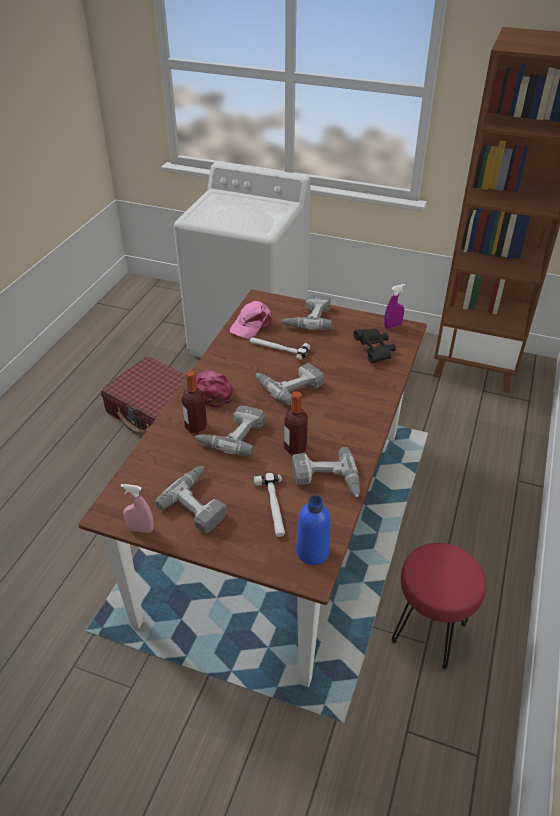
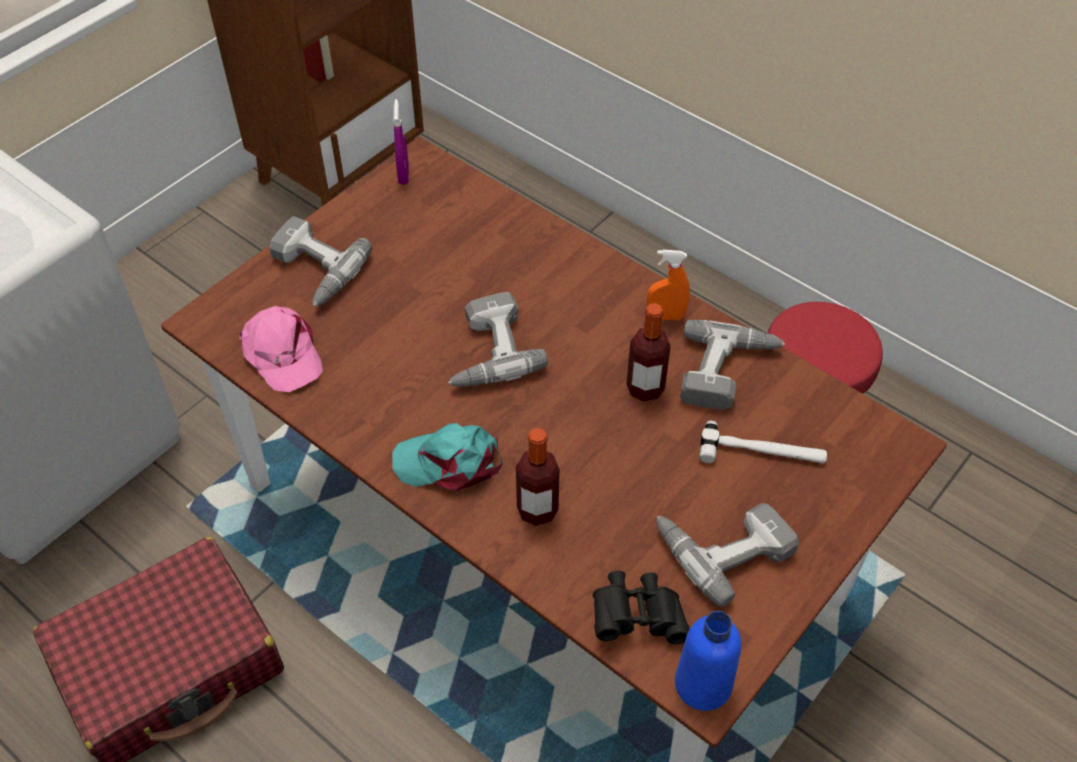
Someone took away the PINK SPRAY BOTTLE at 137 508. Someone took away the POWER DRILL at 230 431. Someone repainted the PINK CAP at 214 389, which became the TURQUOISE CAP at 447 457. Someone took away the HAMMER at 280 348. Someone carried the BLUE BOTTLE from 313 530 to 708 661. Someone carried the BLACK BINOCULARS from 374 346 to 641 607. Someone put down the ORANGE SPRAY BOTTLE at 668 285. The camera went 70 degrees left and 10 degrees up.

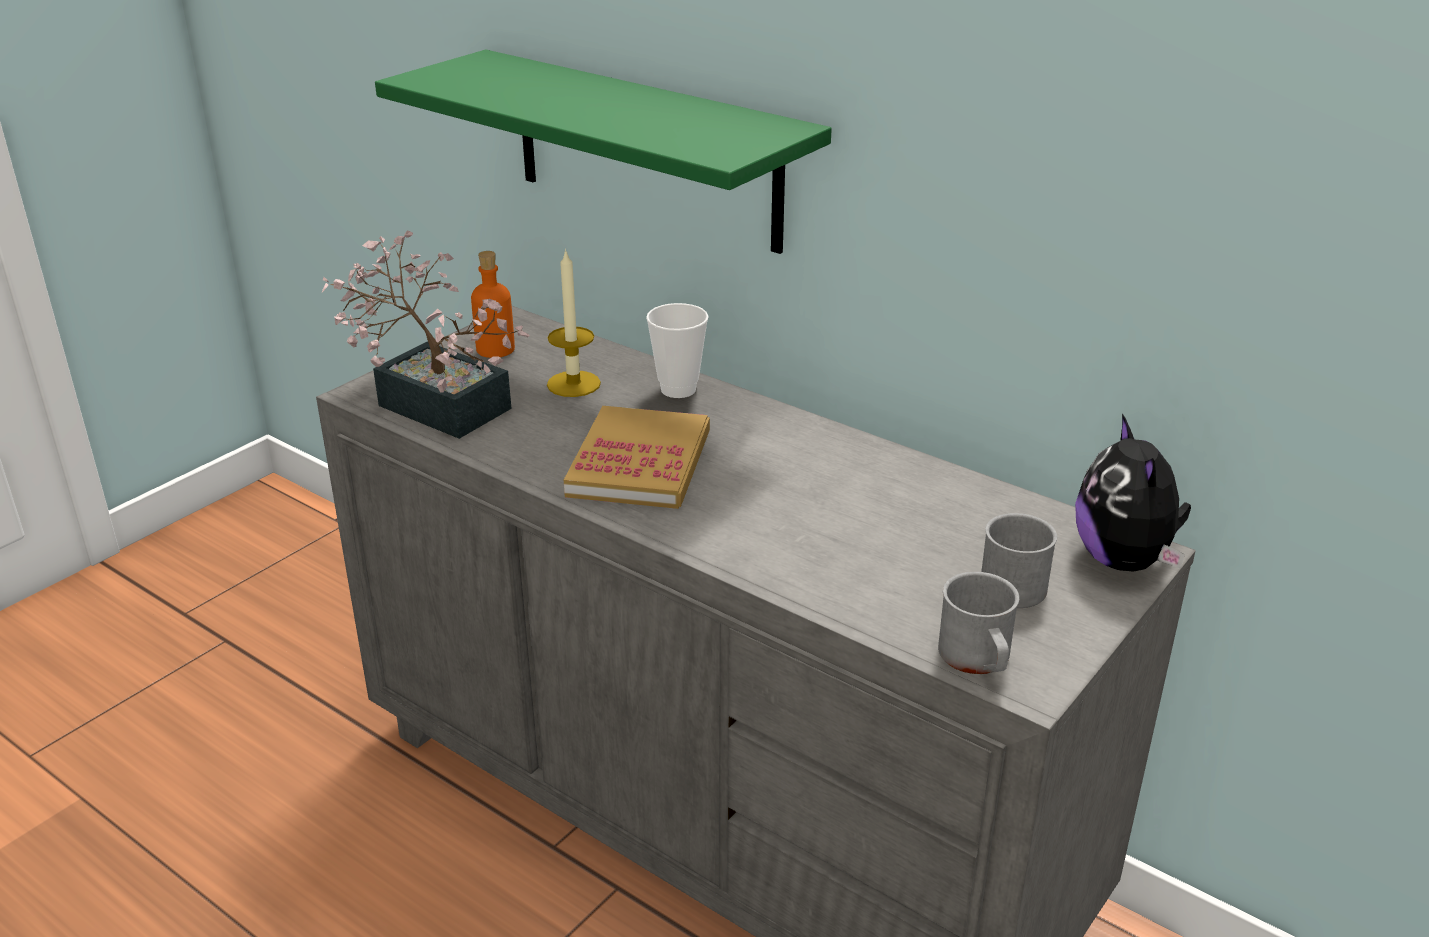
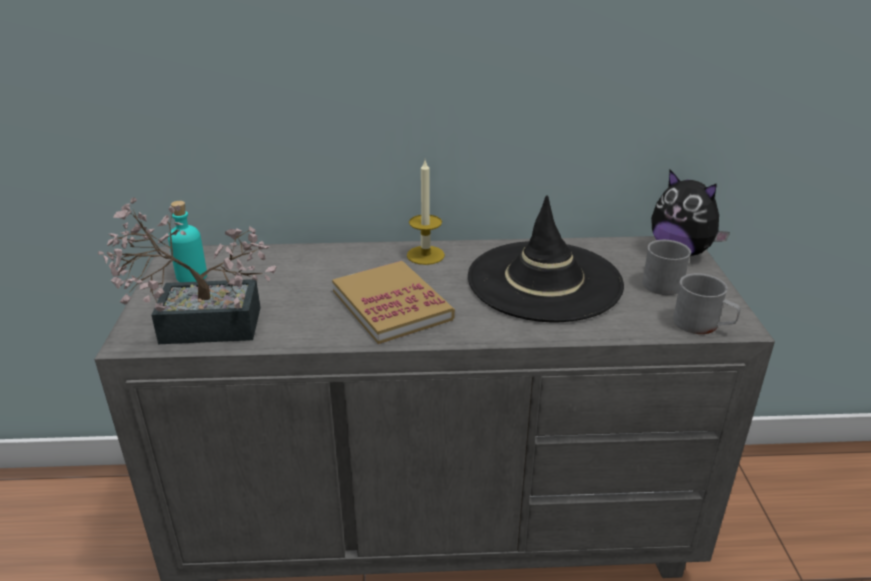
Someone took away the GREEN SHELF at 603 152. Someone repainted the ORANGE BOTTLE at 493 304, which became the TURQUOISE BOTTLE at 187 241. Someone carried the CANDLE from 574 322 to 426 212. Someone took away the CUP at 677 350. Someone put down the BLACK HAT at 546 258. The camera went 40 degrees left and 0 degrees up.

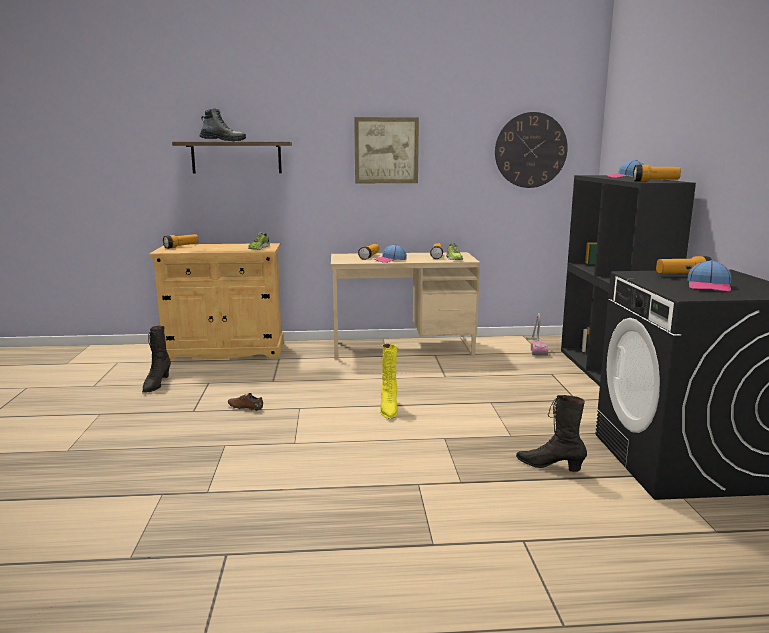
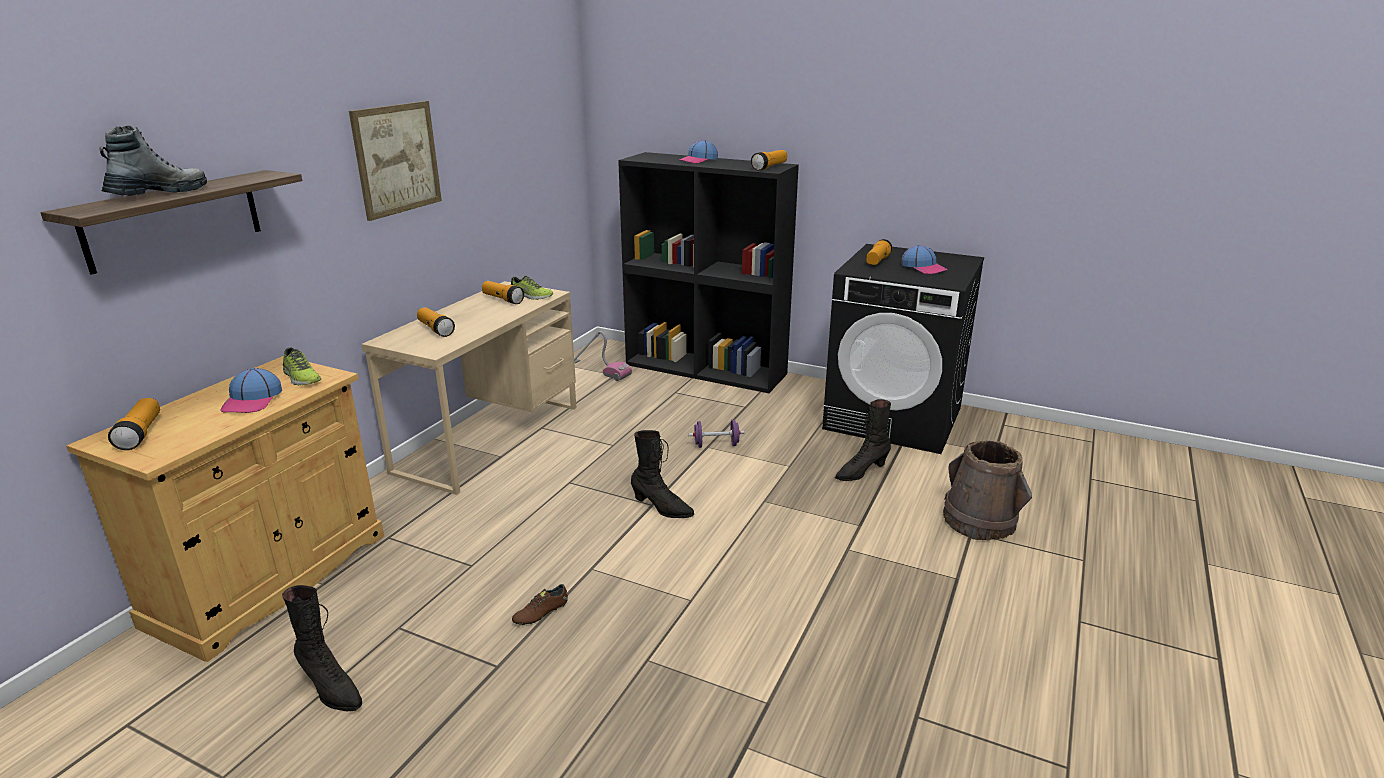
Someone carried the CAP from 390 253 to 251 390. Someone repainted the YELLOW BOOT at 389 381, which became the BLACK BOOT at 662 474. Someone took away the WALL CLOCK at 531 150. Someone put down the PURPLE DUMBBELL at 717 434. Someone put down the BROWN BUCKET at 987 490. The camera went 60 degrees left and 10 degrees up.

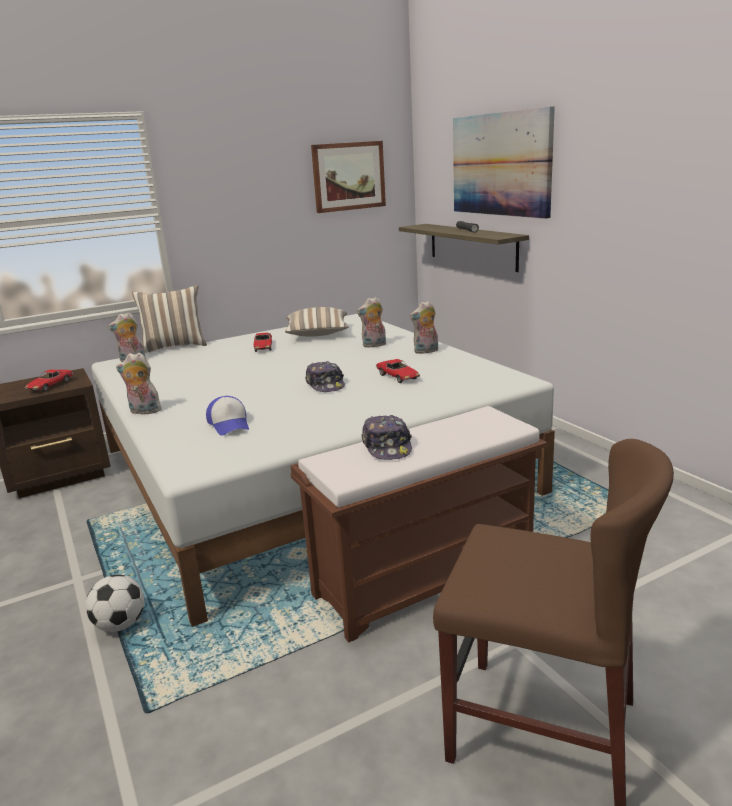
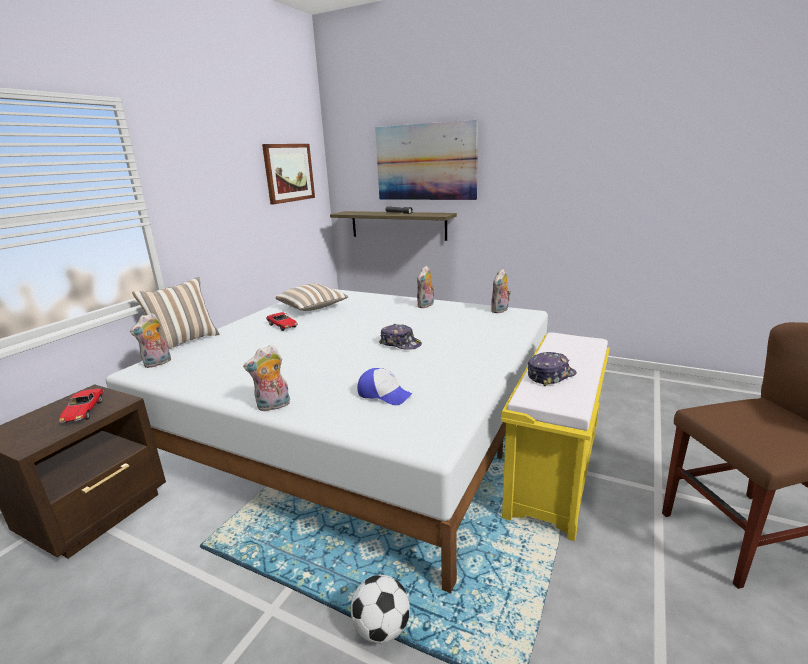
Someone repainted the BROWN BENCH at 418 524, which became the YELLOW BENCH at 555 436. Someone carried the PLUSH TOY from 371 322 to 501 291. Someone rotated the CAP at 386 437 by 75 degrees counterclockwise. Someone took away the TOY CAR at 398 371. The camera went 35 degrees left and 0 degrees up.

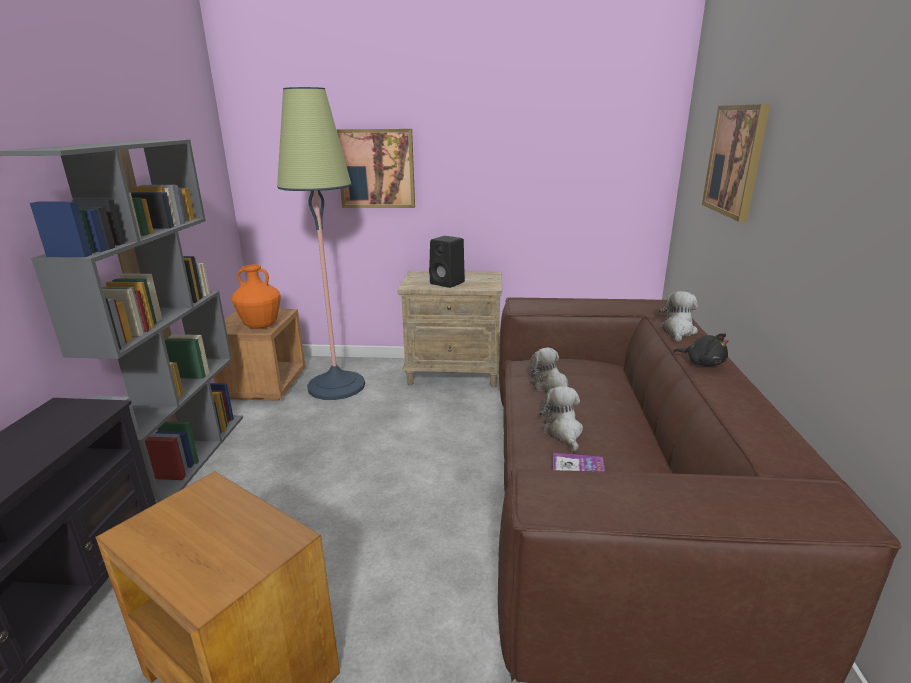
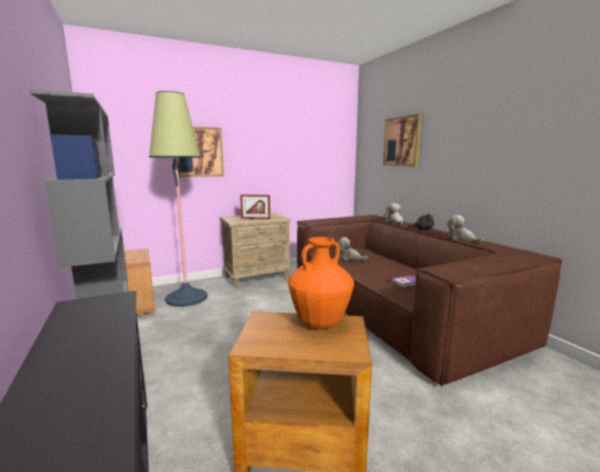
Someone carried the ORANGE VASE from 256 296 to 321 283. Someone swapped the BLACK SPEAKER at 447 262 for the PICTURE FRAME at 255 206. Someone carried the PLUSH TOY from 561 419 to 465 229. The camera went 30 degrees left and 10 degrees down.

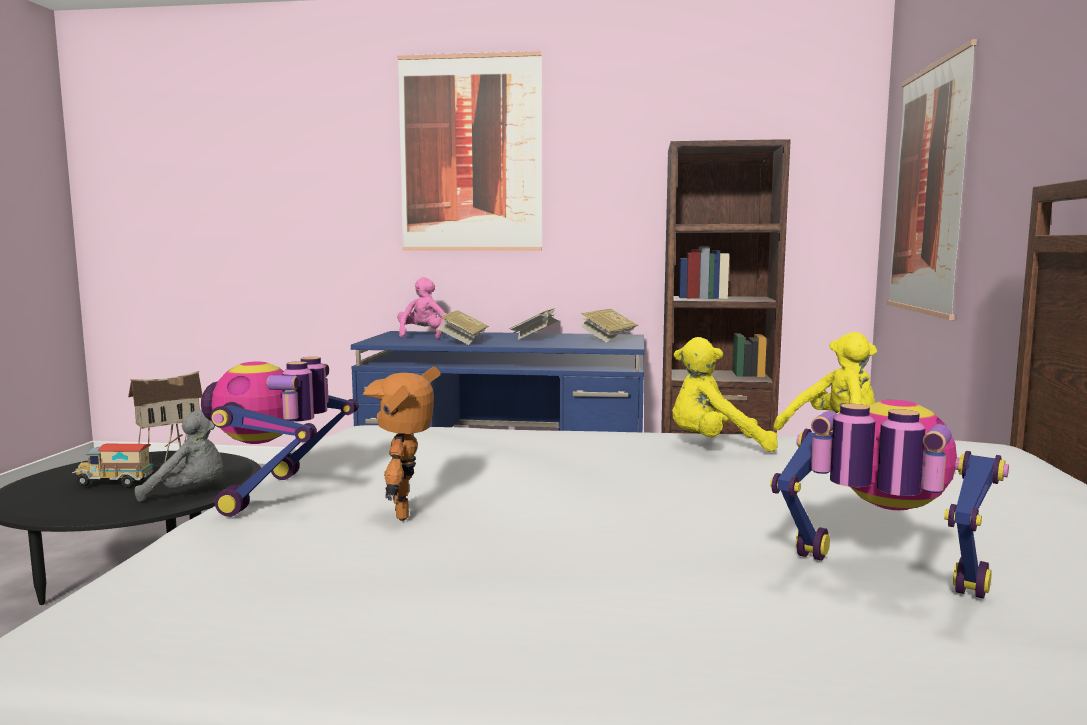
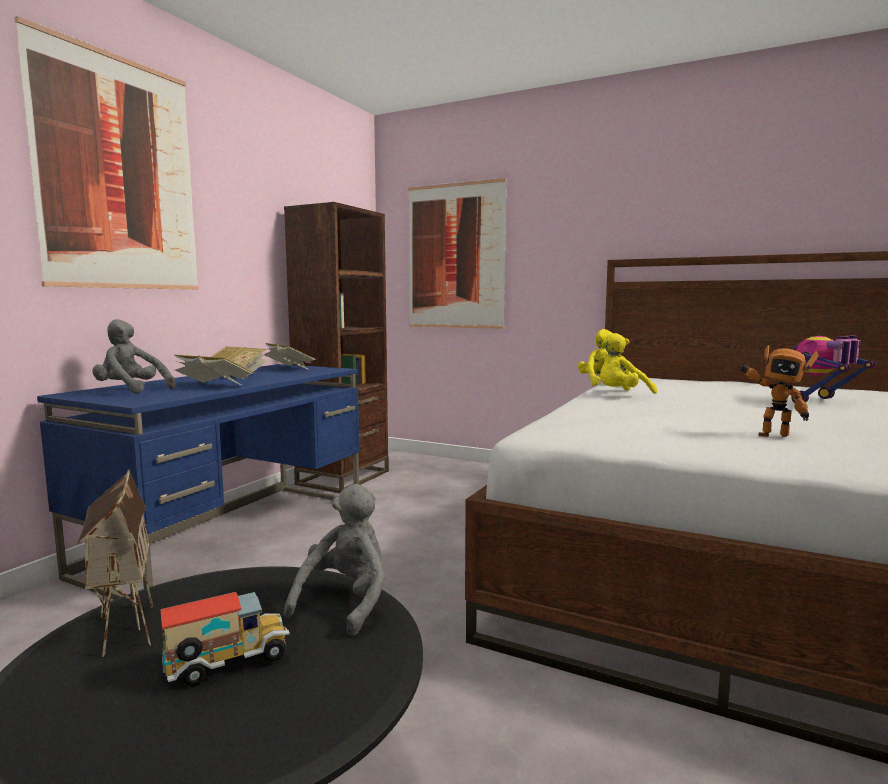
Someone rotated the TOY TRUCK at 113 466 by 135 degrees counterclockwise. Someone took away the TOY ROBOT at 280 437. Someone repainted the PINK PLUSH TOY at 421 308, which became the GREY PLUSH TOY at 133 356. Someone rotated the YELLOW PLUSH TOY at 725 394 by 45 degrees clockwise. The camera went 70 degrees left and 0 degrees up.

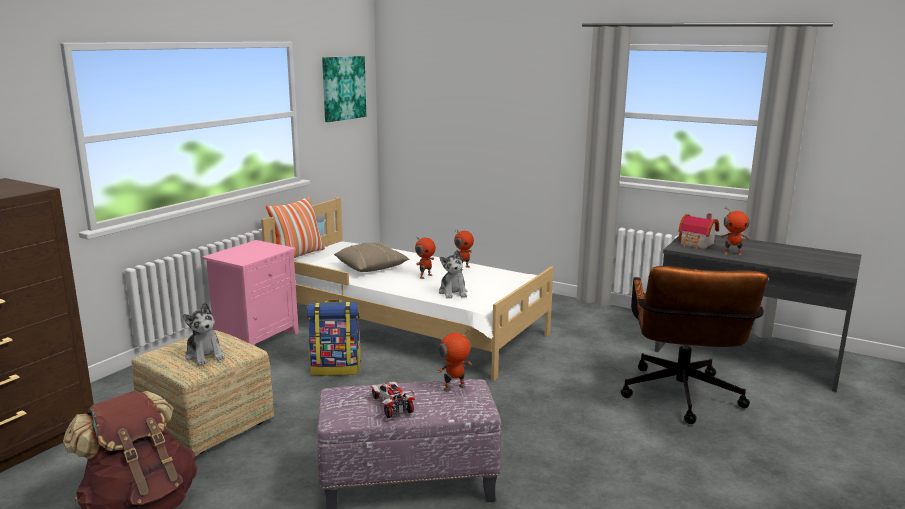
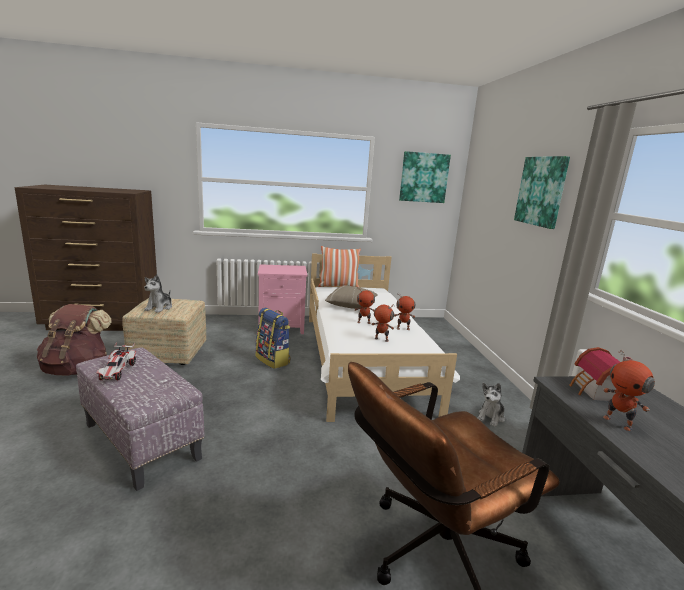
Someone rotated the TOY CAR at 392 400 by 150 degrees clockwise. Someone carried the TOY ROBOT from 455 360 to 382 323. Someone carried the PLUSH TOY from 453 274 to 491 405. Someone put up the PICTURE at 542 192. The camera went 50 degrees right and 0 degrees up.

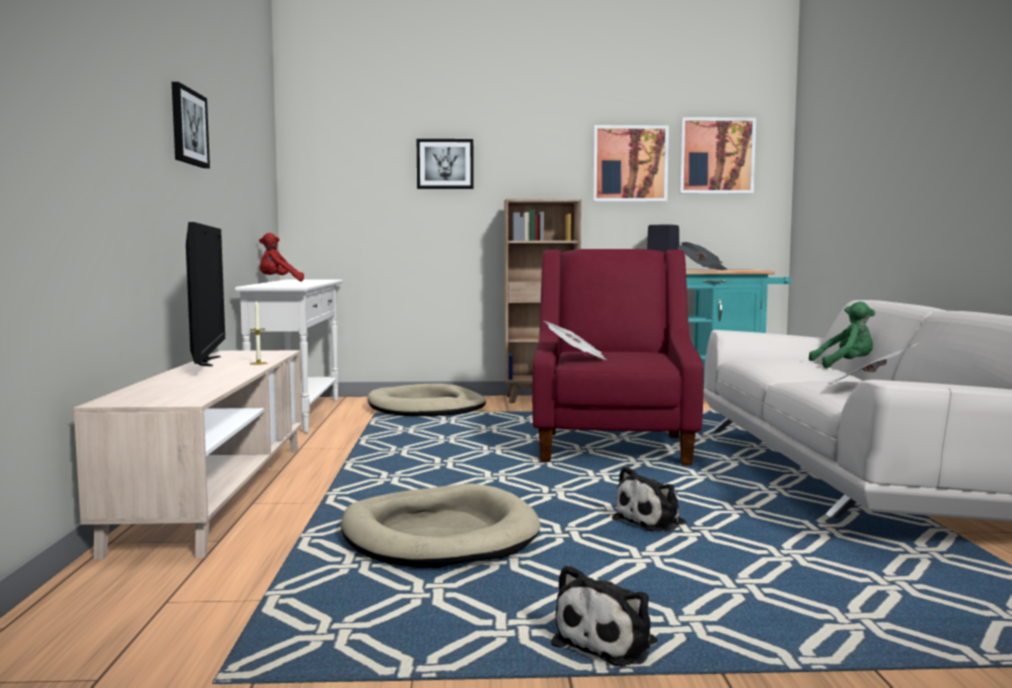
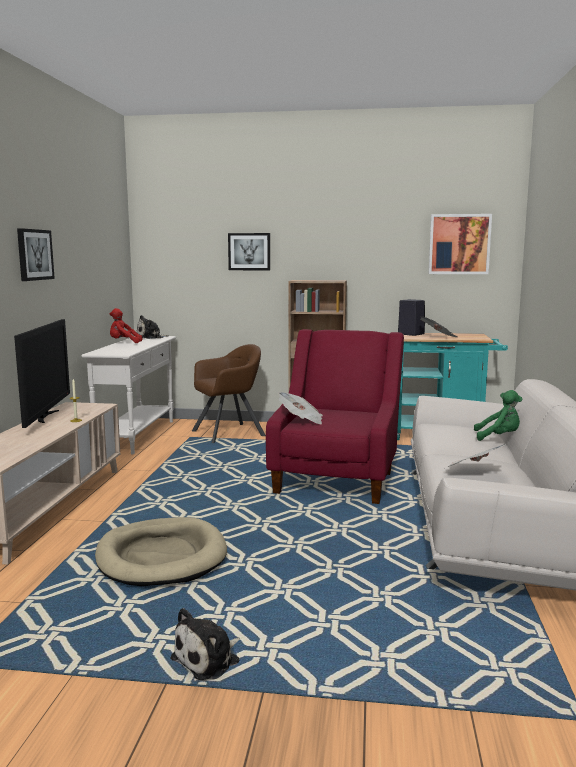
Someone swapped the BEIGE DOG BED at 426 400 for the BROWN ARMCHAIR at 229 393. Someone took away the PICTURE at 631 163. Someone carried the PLUSH TOY from 649 499 to 152 327. The camera went 10 degrees right and 5 degrees up.

